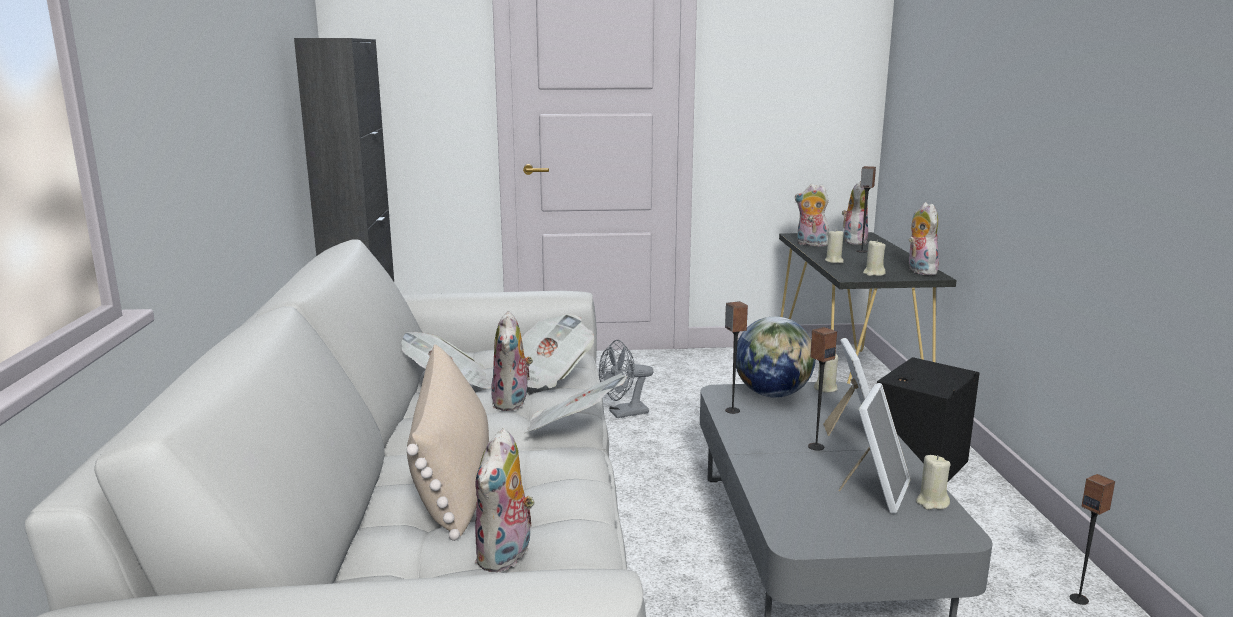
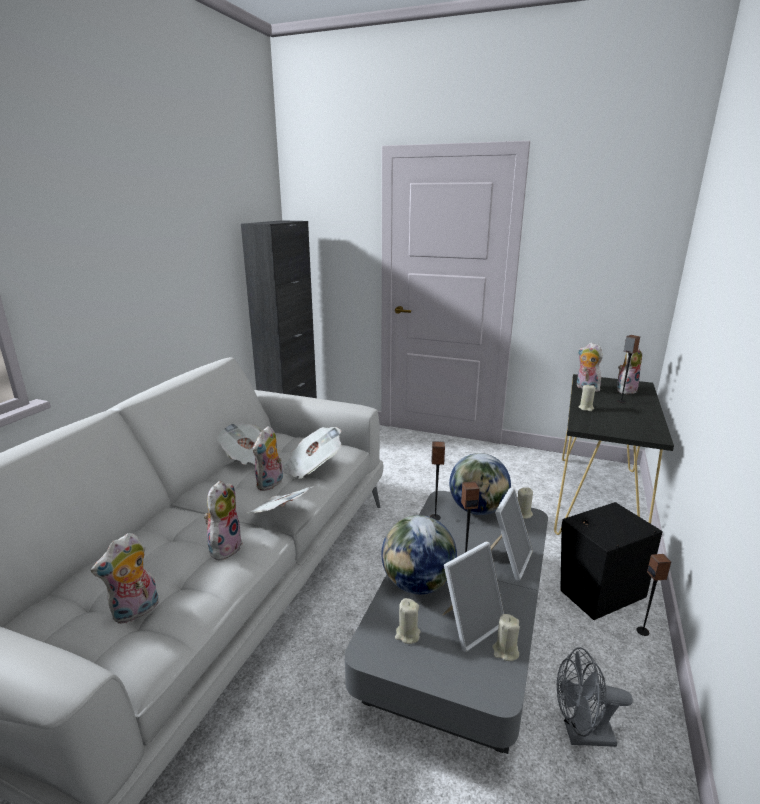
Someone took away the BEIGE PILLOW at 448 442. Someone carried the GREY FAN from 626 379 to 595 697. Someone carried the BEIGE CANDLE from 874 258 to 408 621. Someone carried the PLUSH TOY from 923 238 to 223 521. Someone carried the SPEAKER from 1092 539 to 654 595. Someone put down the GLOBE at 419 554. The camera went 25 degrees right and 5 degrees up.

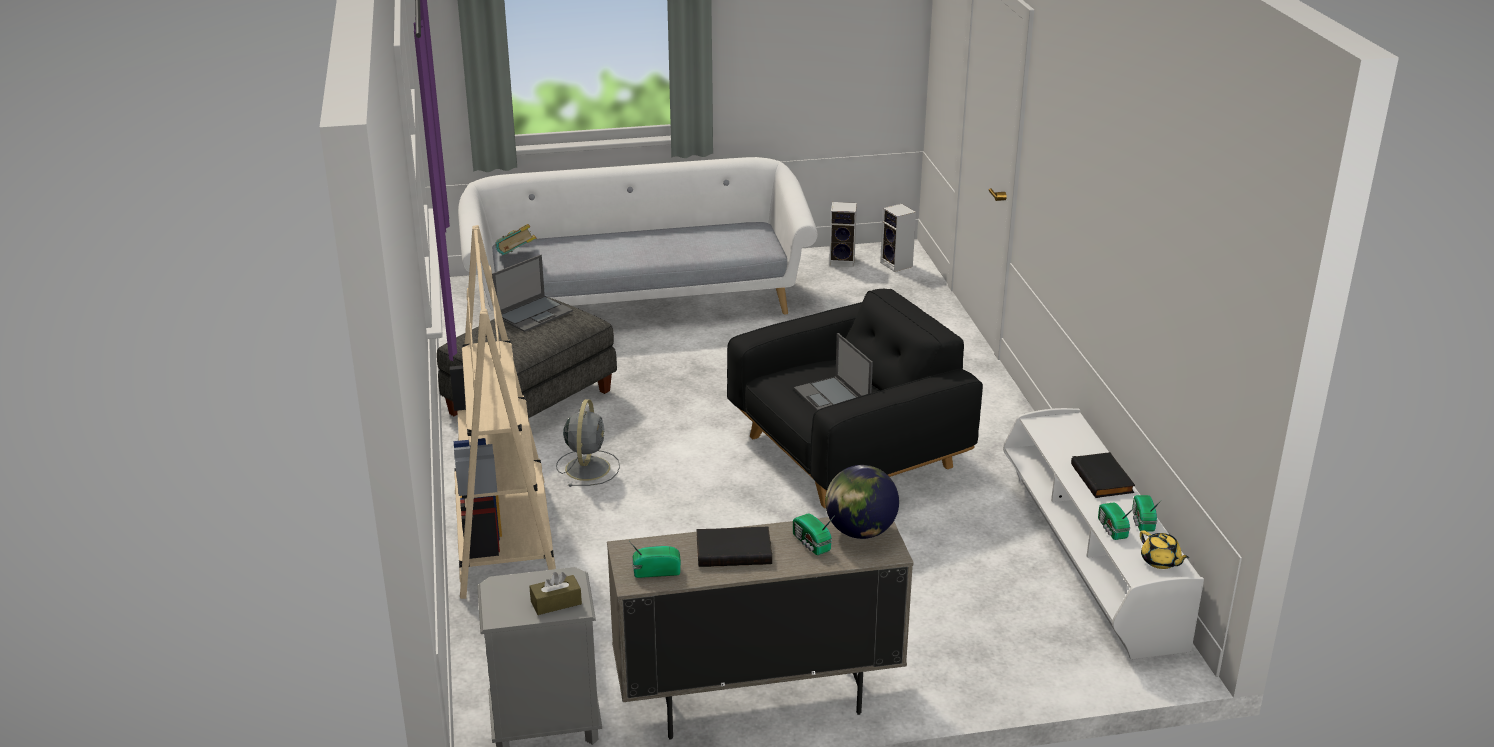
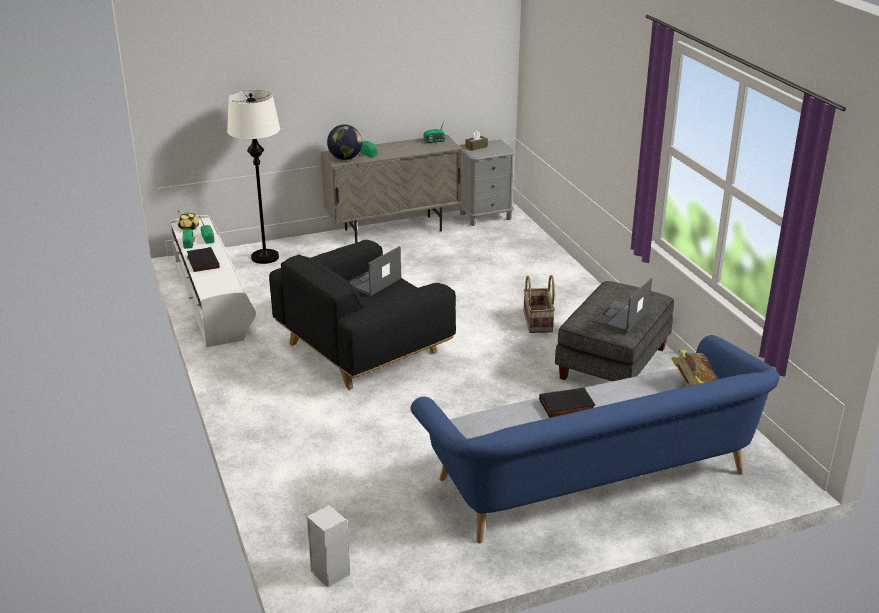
Someone took away the BEIGE BOOKCASE at 503 412. Someone repainted the WHITE SOFA at 638 236, which became the BLUE SOFA at 594 439. Someone swapped the GREY FAN at 588 443 for the BASKET at 539 304. Someone carried the BLACK BOOK from 734 547 to 567 403. Someone rotated the LAPTOP at 833 372 by 105 degrees counterclockwise. Someone took away the SPEAKER at 843 234. Someone put down the WHITE FLOOR LAMP at 253 177. The camera went 170 degrees right and 0 degrees up.

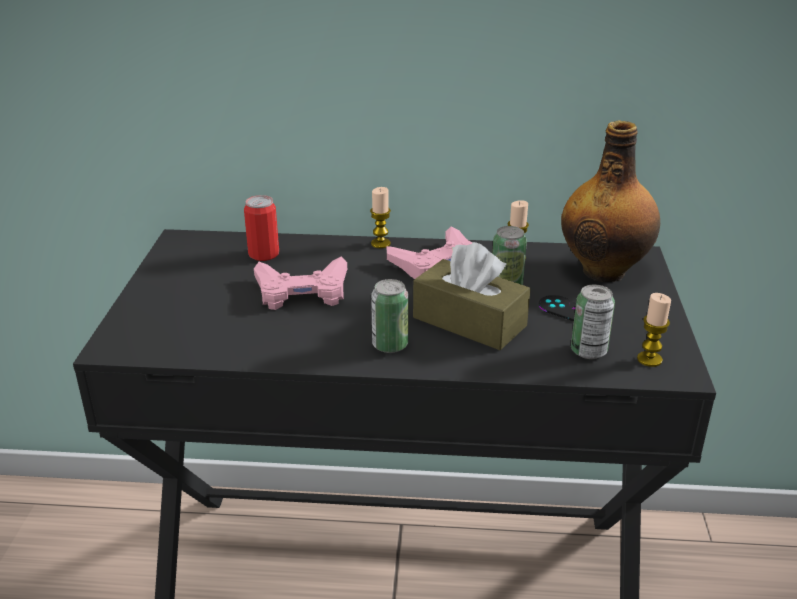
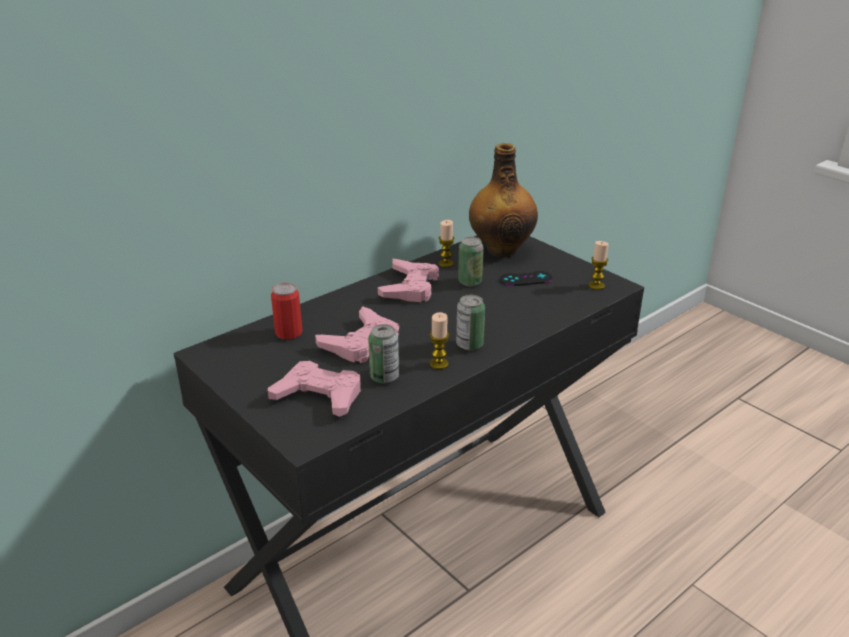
Someone carried the CANDLE from 380 217 to 439 341. Someone took away the BROWN TISSUE BOX at 471 296. Someone carried the CAN from 593 321 to 383 353. Someone put down the PINK GAME CONTROLLER at 314 389. The camera went 45 degrees left and 0 degrees up.

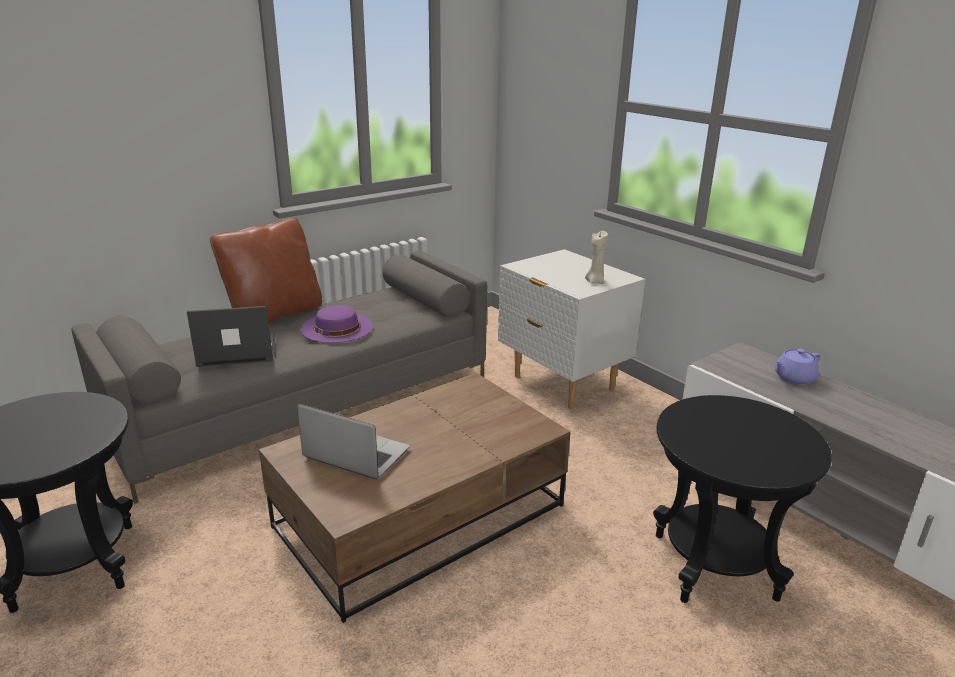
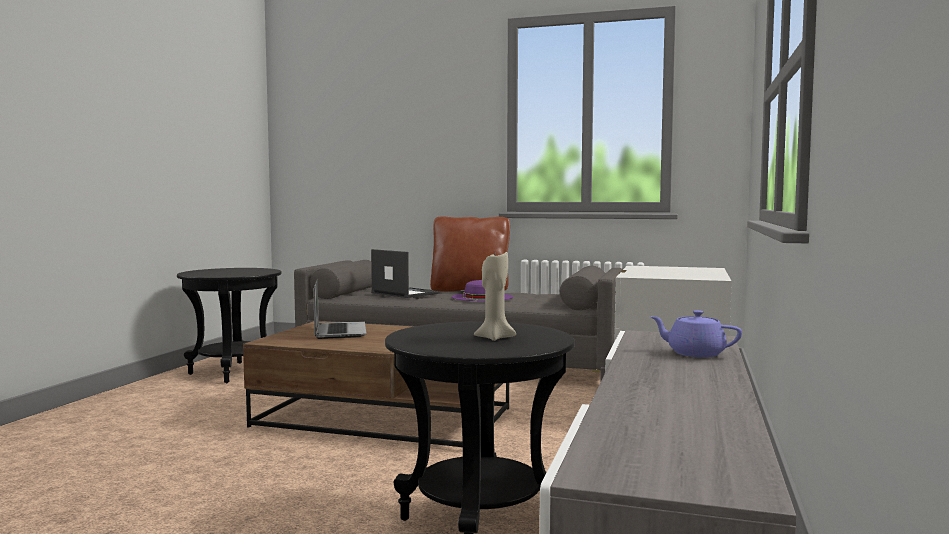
Someone carried the BEIGE CANDLE from 596 257 to 495 296. The camera went 55 degrees right and 20 degrees down.

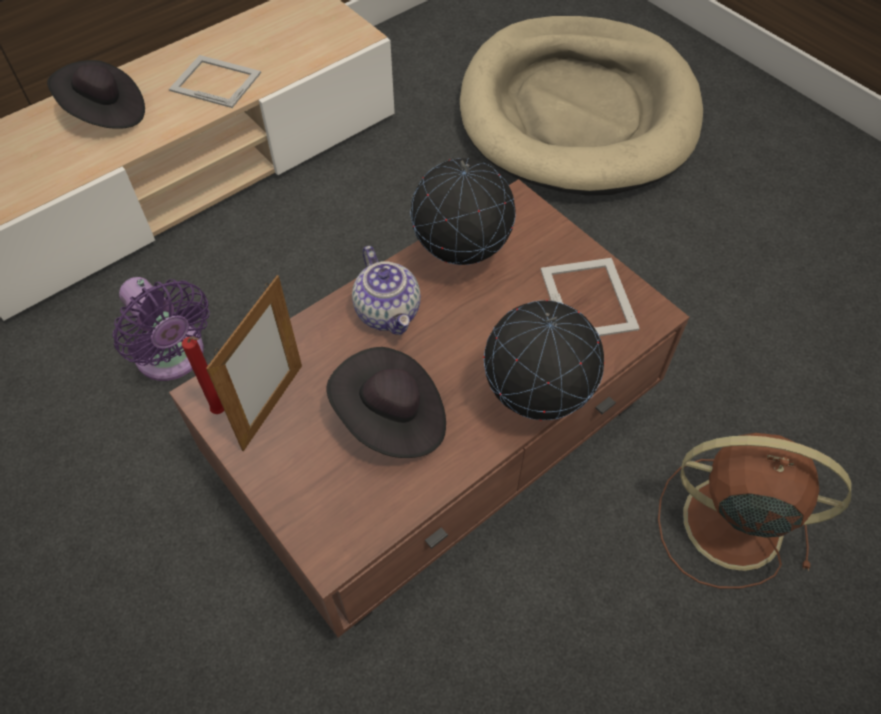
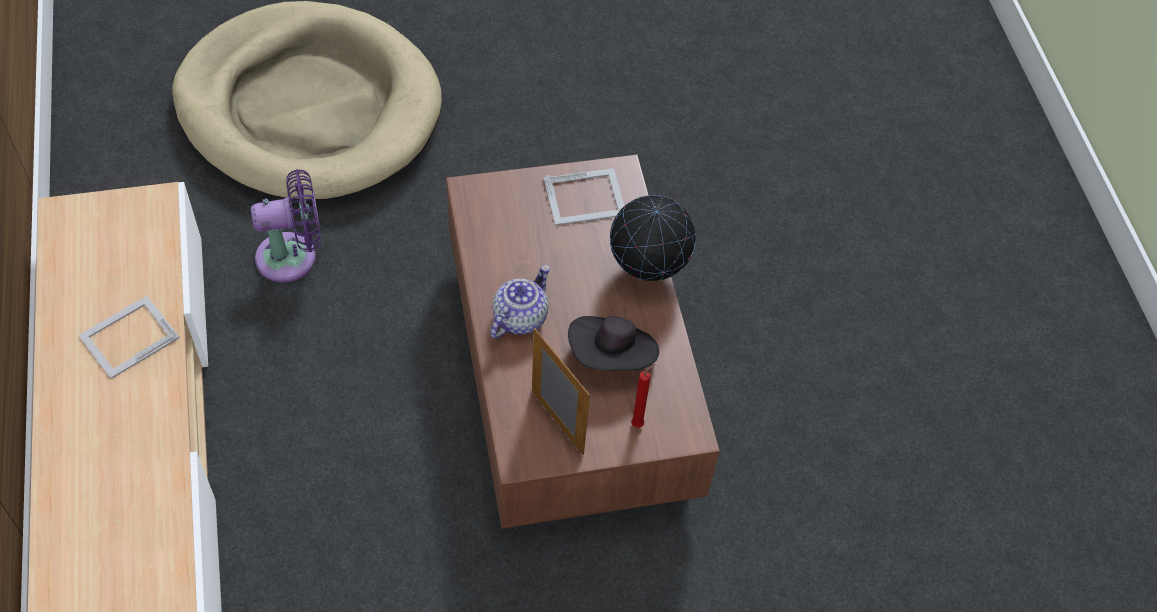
Someone took away the BLACK HAT at 96 94. Someone carried the PURPLE FAN from 161 329 to 286 225. Someone carried the RED CANDLE from 203 375 to 643 396. Someone rotated the TEAPOT at 386 290 by 60 degrees counterclockwise. Someone took away the GLOBE at 463 211. Someone rotated the PICTURE FRAME at 590 297 by 150 degrees clockwise. Someone took away the BROWN FAN at 754 511. The camera went 65 degrees left and 0 degrees up.

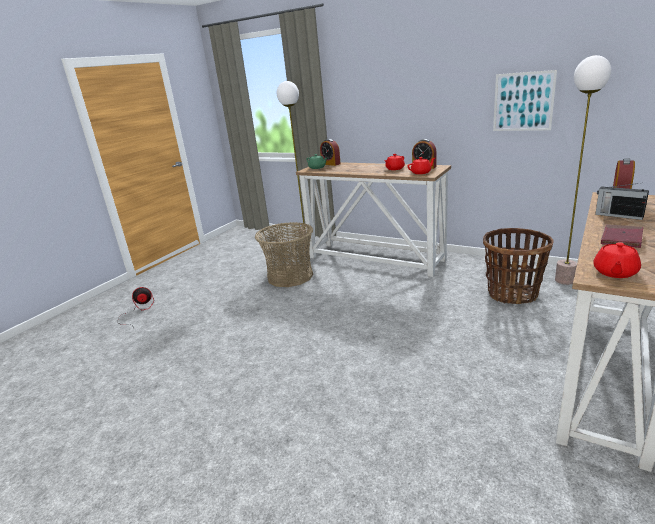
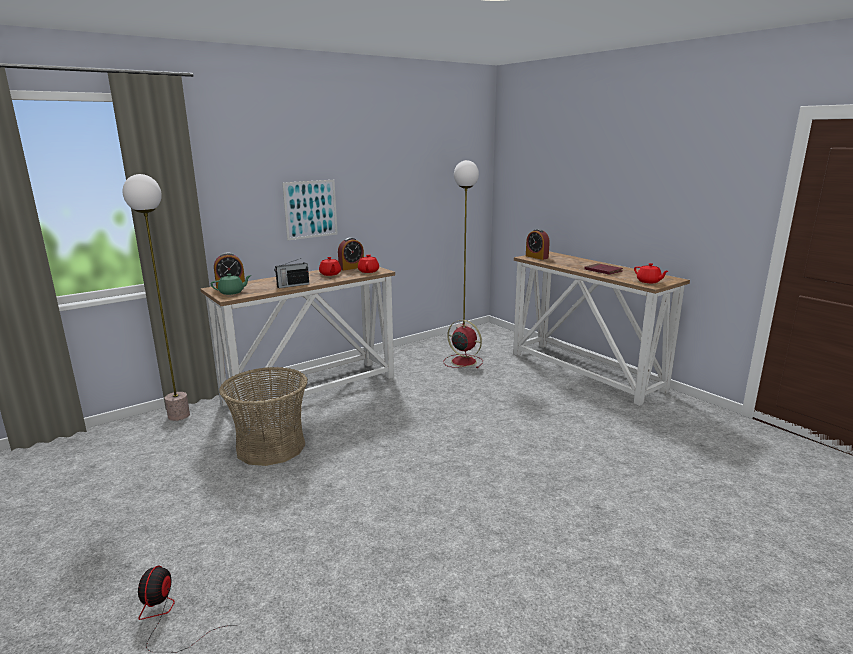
Someone swapped the BASKET at 518 266 for the RED FAN at 463 344. Someone carried the PICTURE from 525 100 to 310 210. Someone carried the RADIO from 622 201 to 291 273. The camera went 70 degrees left and 5 degrees down.

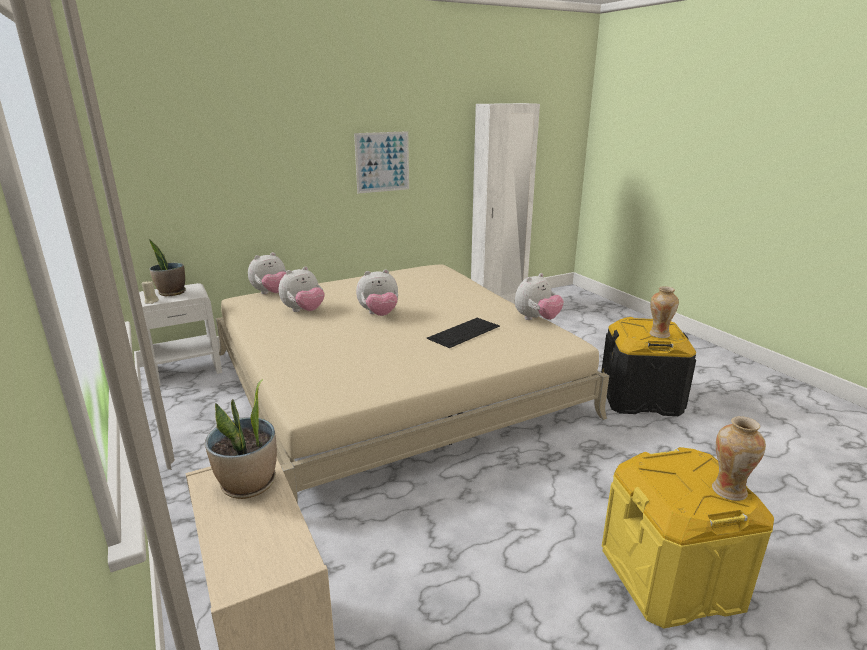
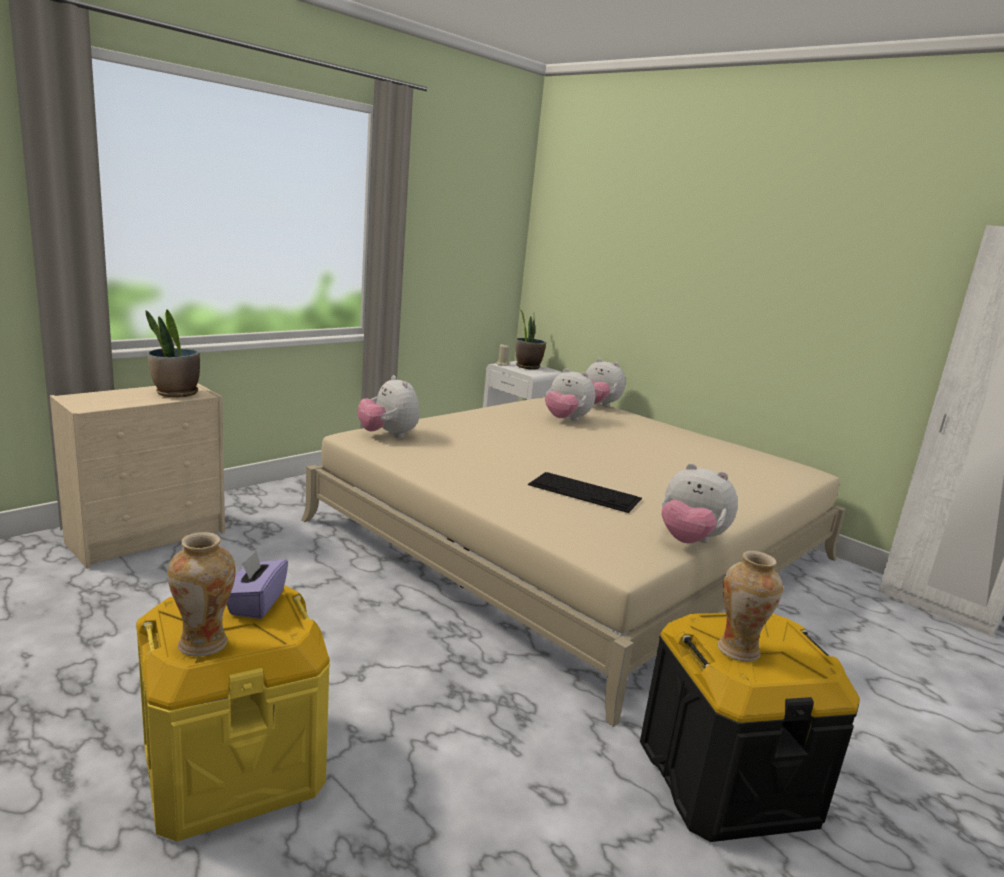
Someone took away the PICTURE at 381 162. Someone carried the PLUSH TOY from 377 292 to 389 406. Someone put down the PURPLE TISSUE BOX at 257 585. The camera went 70 degrees right and 5 degrees down.

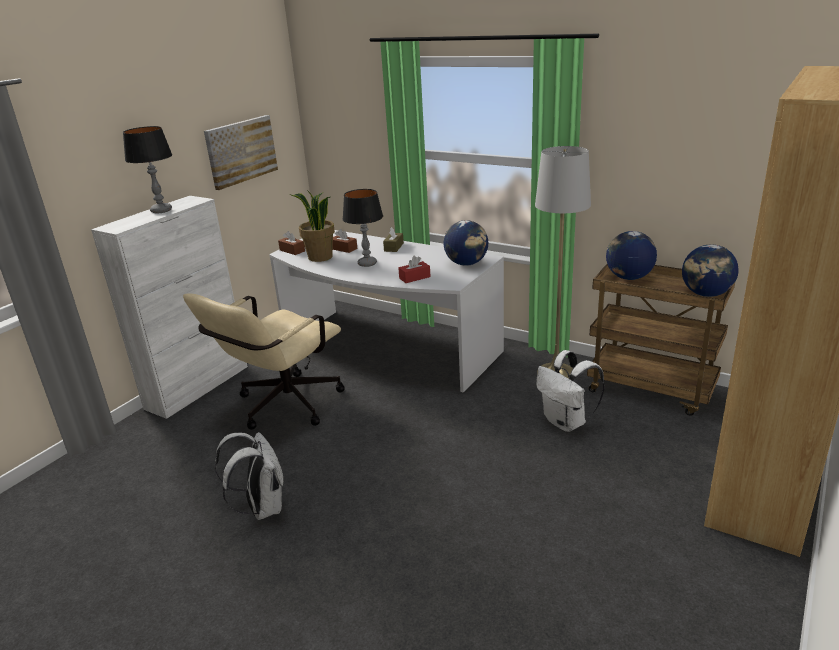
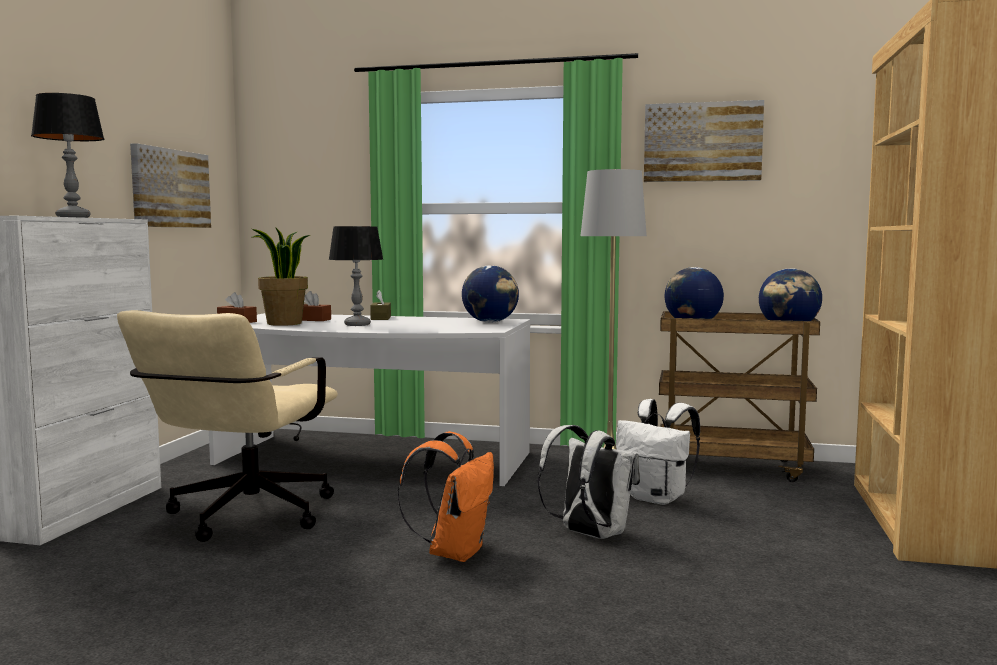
Someone carried the WHITE BACKPACK from 249 476 to 588 482. Someone took away the RED TISSUE BOX at 414 269. Someone put down the ORANGE BACKPACK at 446 496. Someone put up the PICTURE at 704 141. The camera went 20 degrees left and 20 degrees down.

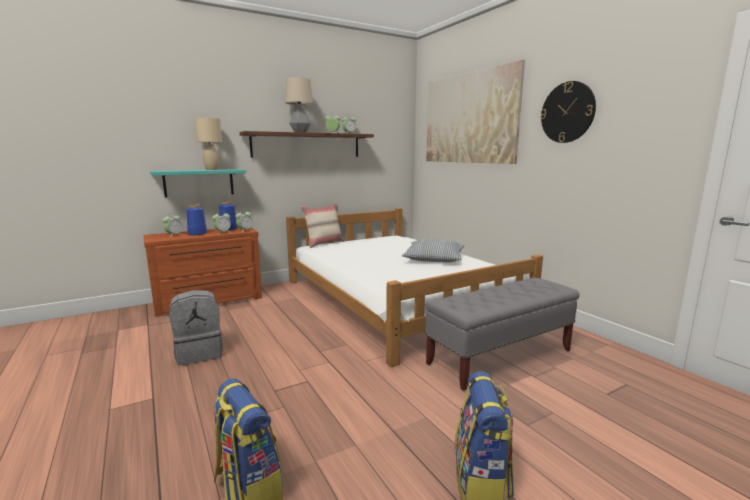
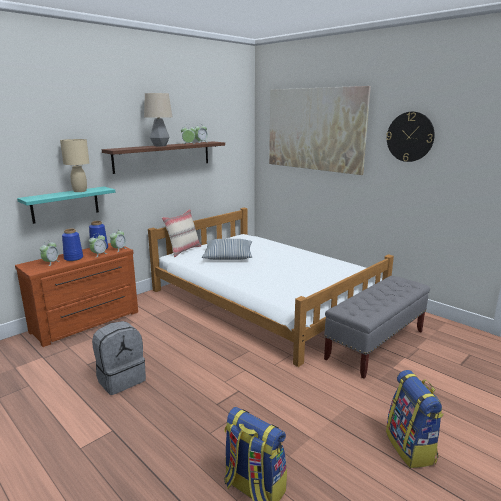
Someone carried the PILLOW from 433 251 to 227 249. The camera went 15 degrees left and 5 degrees up.

